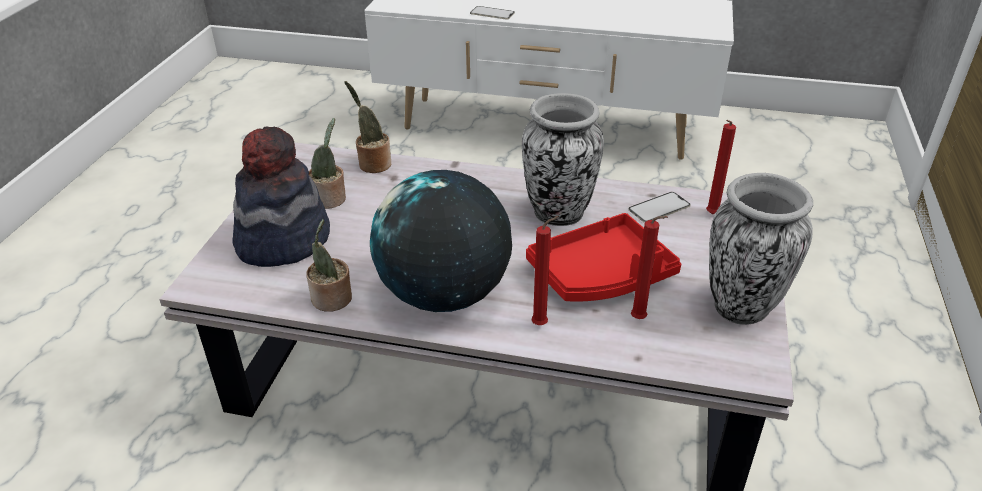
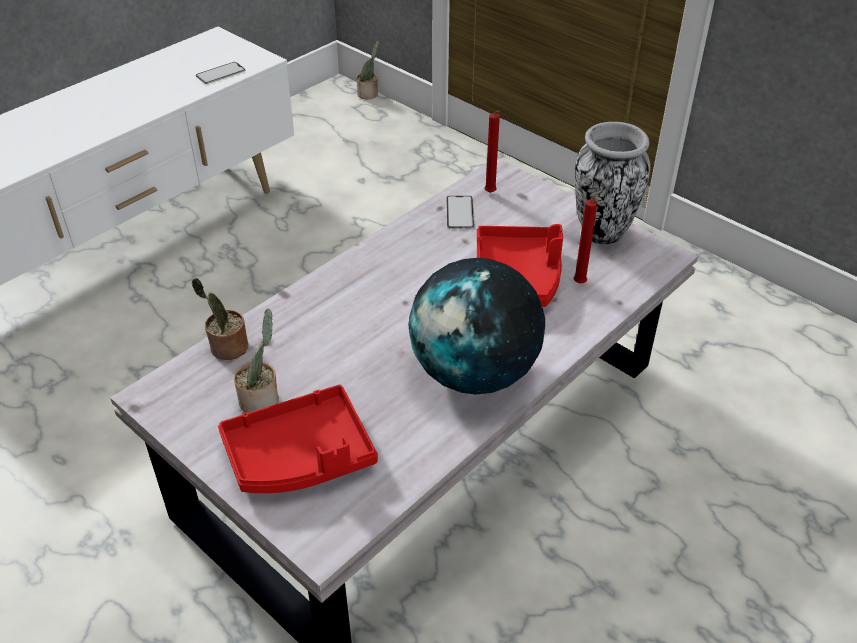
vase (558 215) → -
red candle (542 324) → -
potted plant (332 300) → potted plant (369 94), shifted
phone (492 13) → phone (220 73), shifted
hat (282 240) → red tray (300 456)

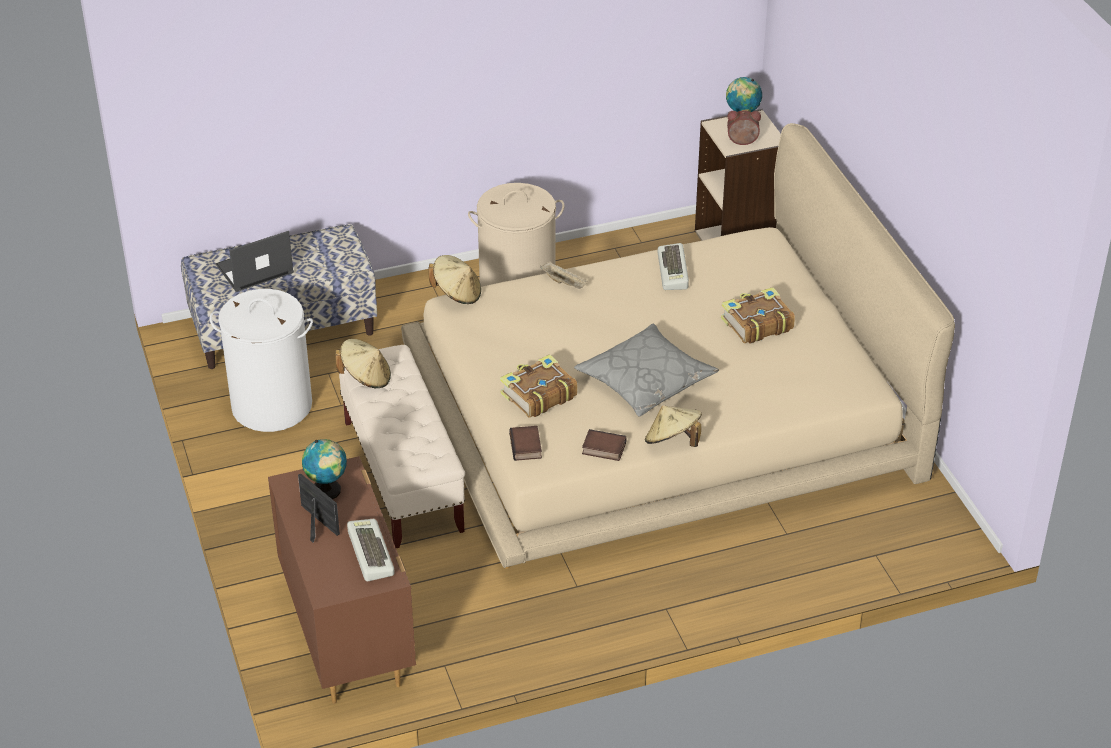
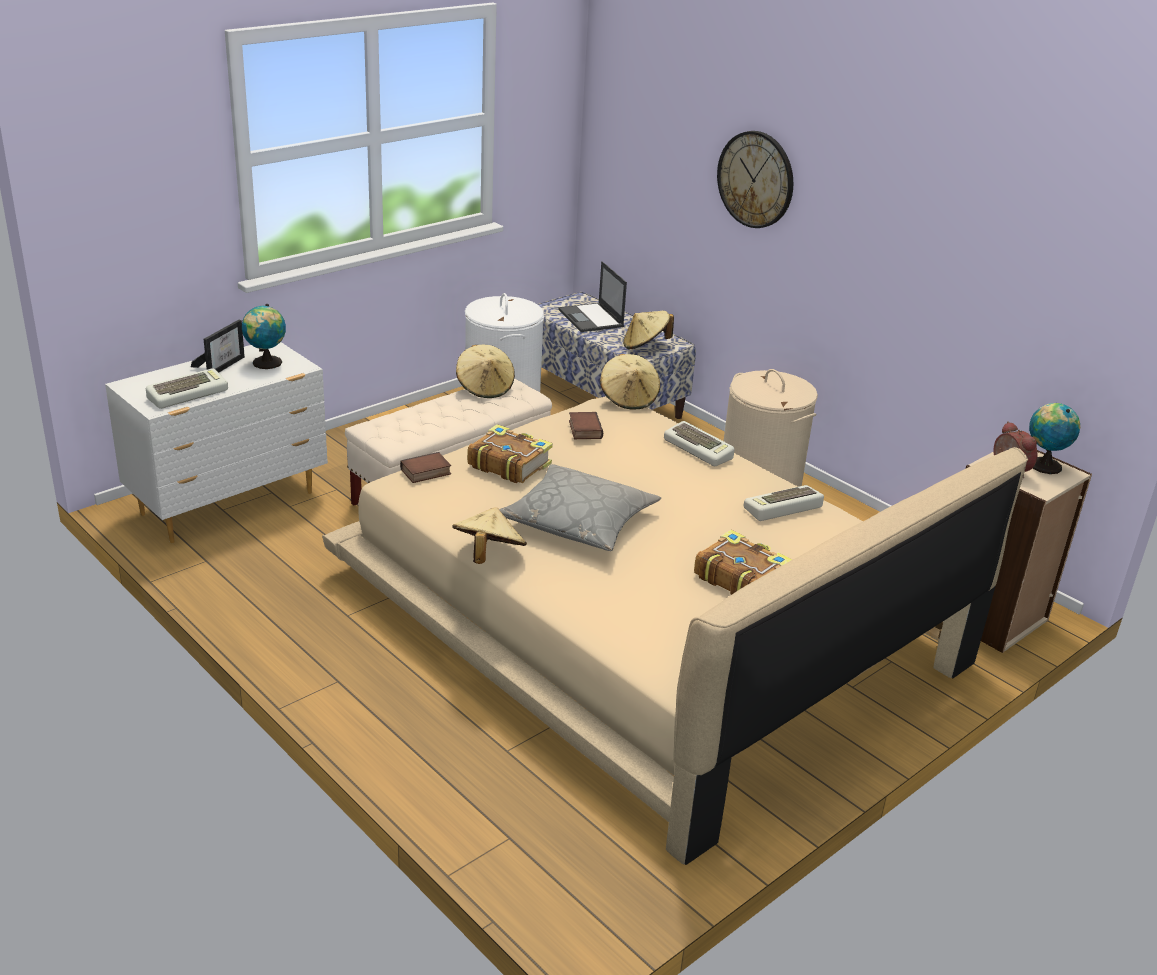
- → beige hat (645 345)
- → wall clock (756 179)
book (603 449) → book (584 429), shifted
beige tray (564 283) → keyboard (699 449)
brown dresser (347 634) → white dresser (230 504)
laptop (254 269) → laptop (591 318), 150 degrees counterclockwise

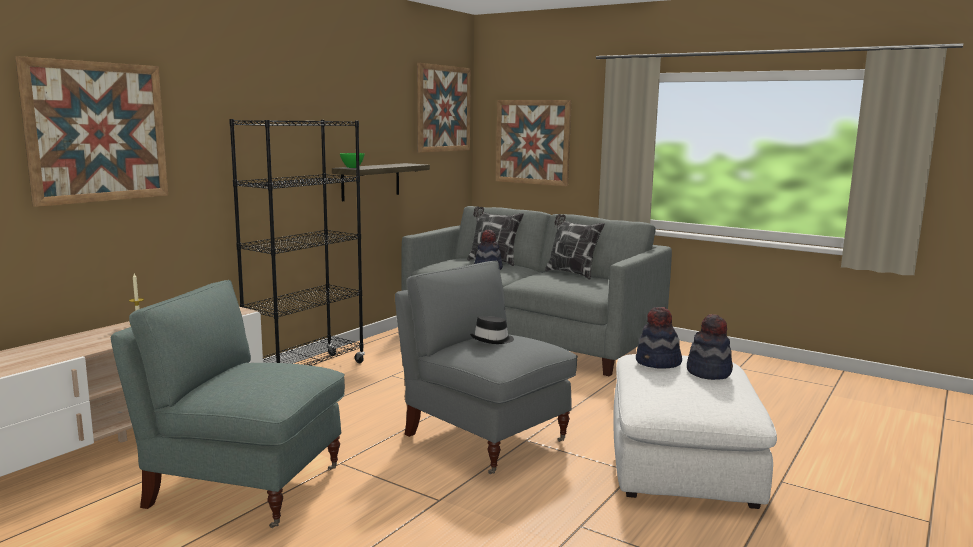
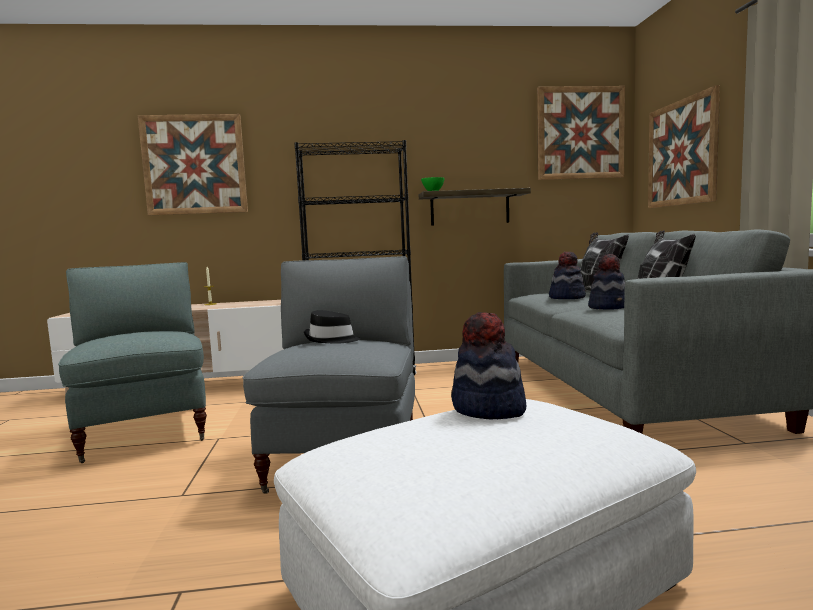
hat (709 372) → hat (609 307), shifted

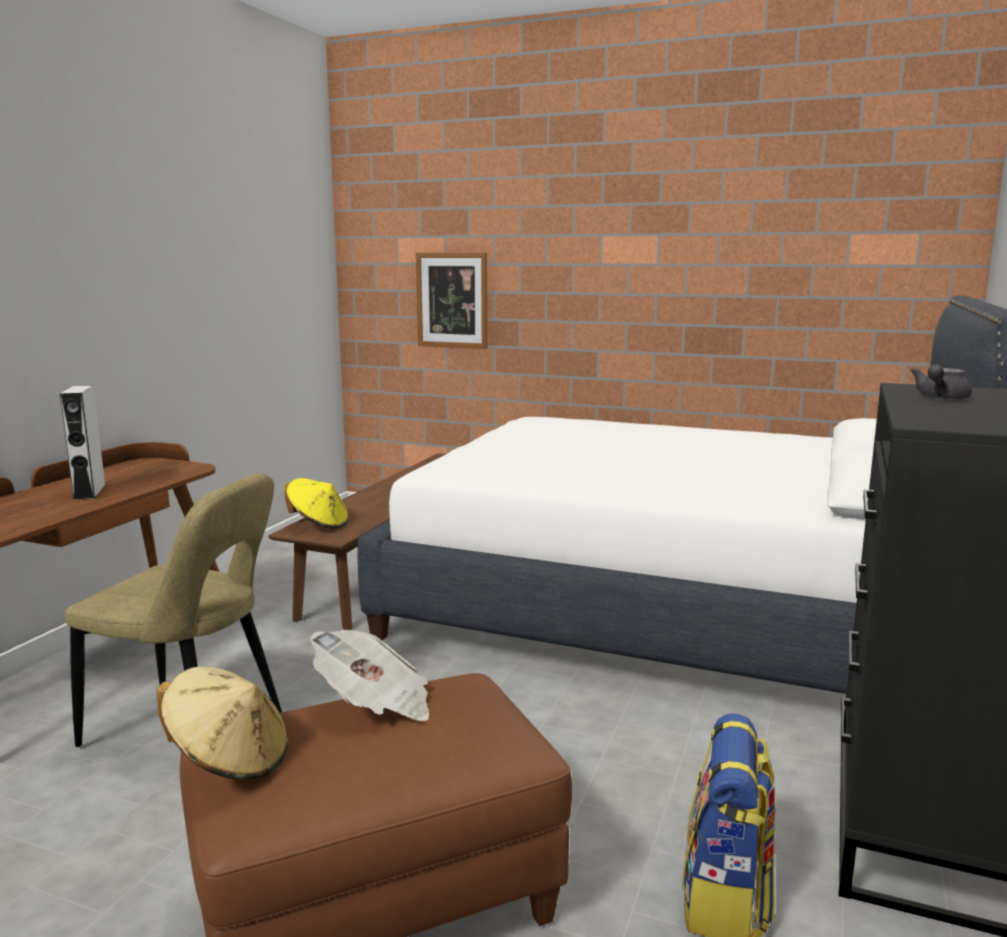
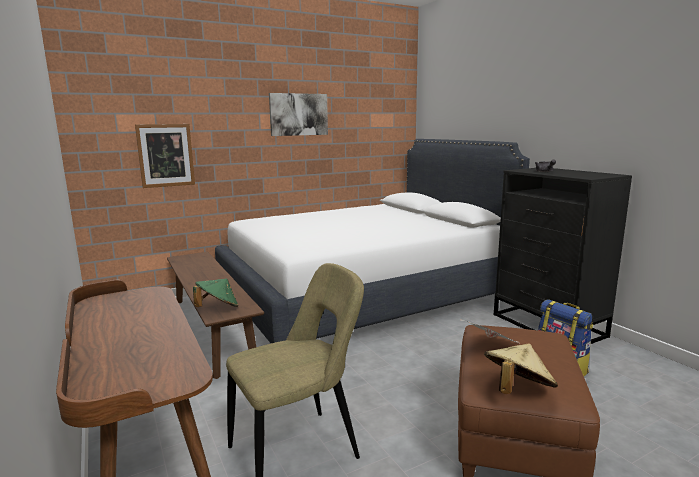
grey speaker (89 492) → -
- → picture (298 114)
yellow hat (318 524) → green hat (218 308)

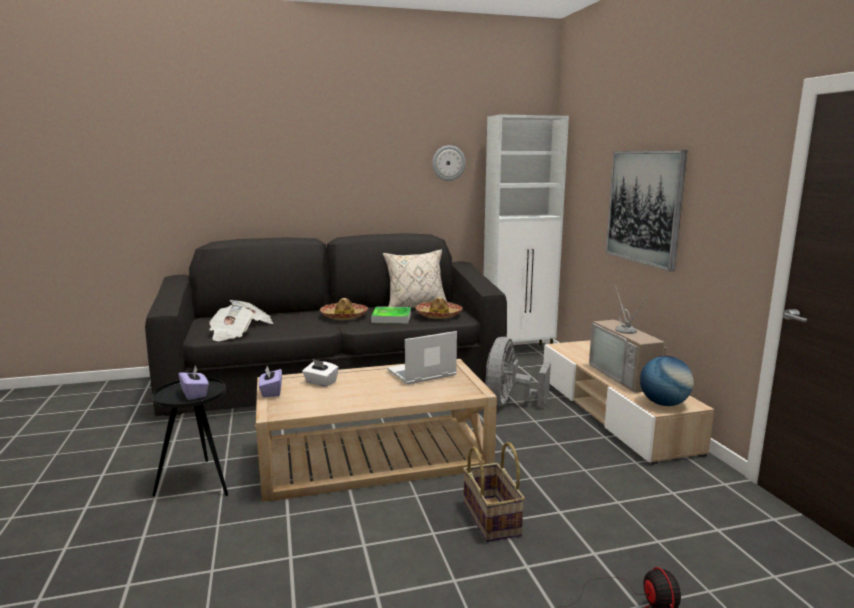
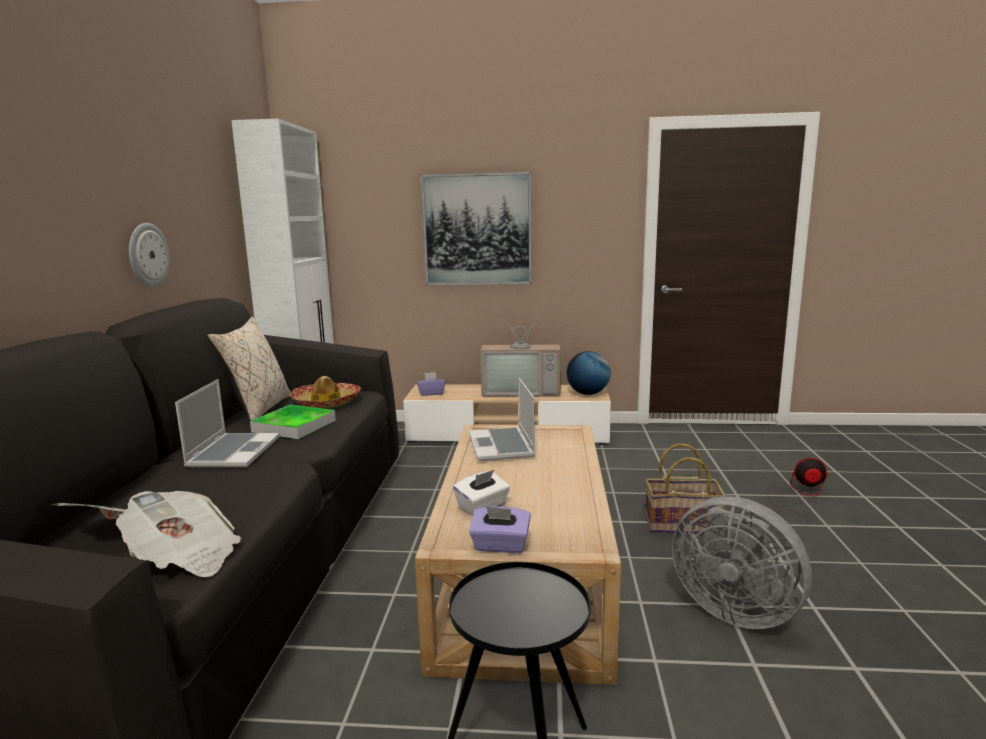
purple tissue box (195 393) → purple tissue box (431 393), shifted
wall clock (448 163) → wall clock (147 255), shifted
grey fan (509 402) → grey fan (734 609), shifted
hat (344 316) → laptop (233 452)

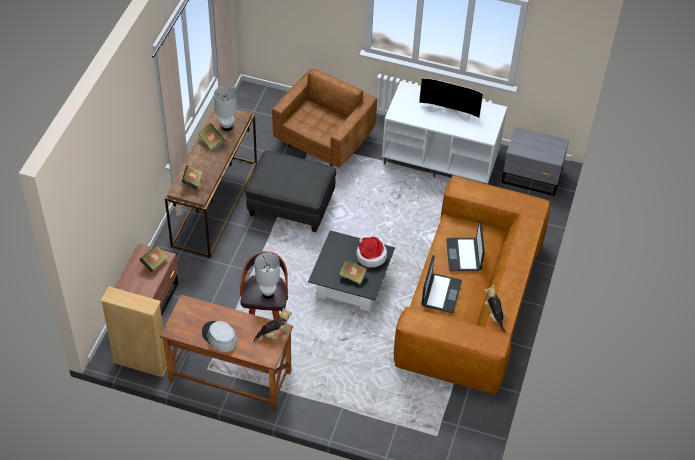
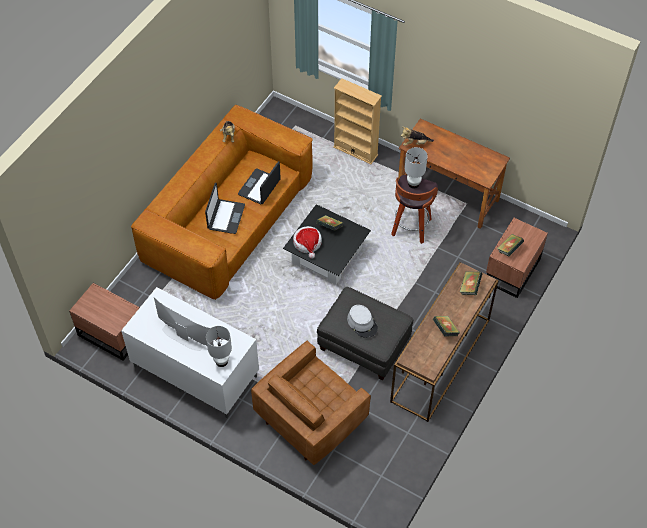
beige bookcase (141 363) → beige bookcase (355 151), shifted
grey hat (219 337) → grey hat (362 323), shifted
white table lamp (227 127) → white table lamp (222 361), shifted
grey nightstand (532 178) → brown nightstand (111 333)

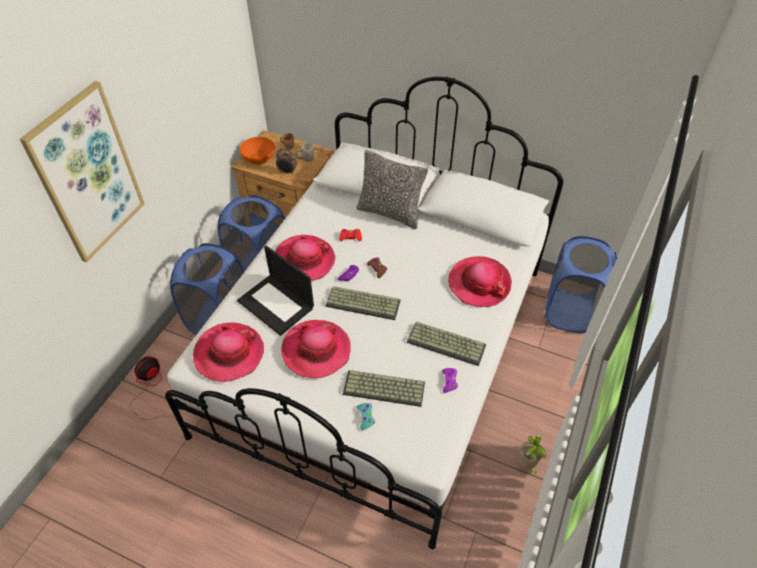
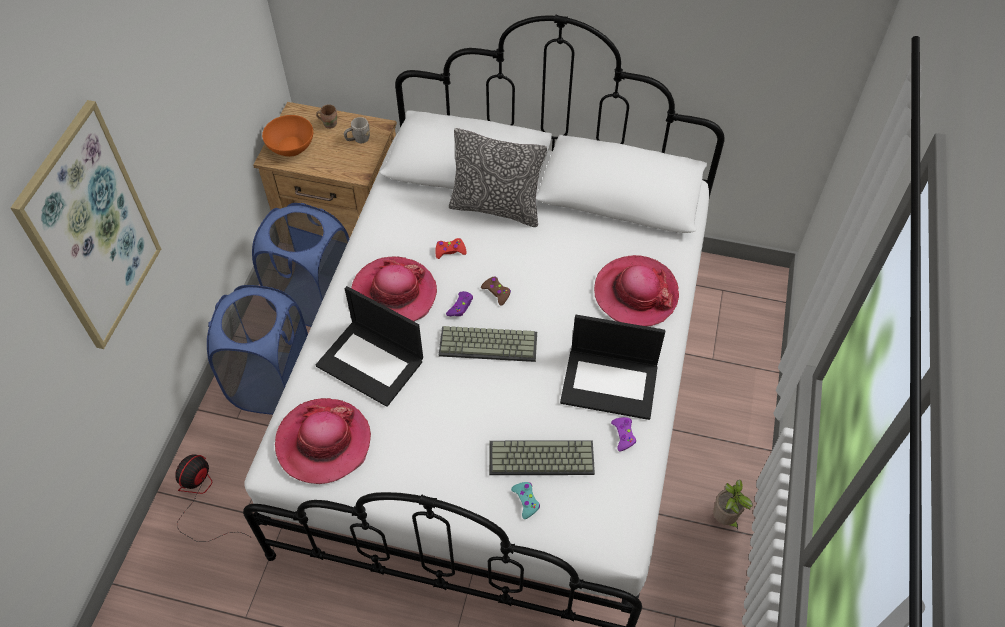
alarm clock (287 172) → -
hat (316 350) → -
blue laundry basket (569 311) → -
keyboard (447 343) → laptop (610 383)

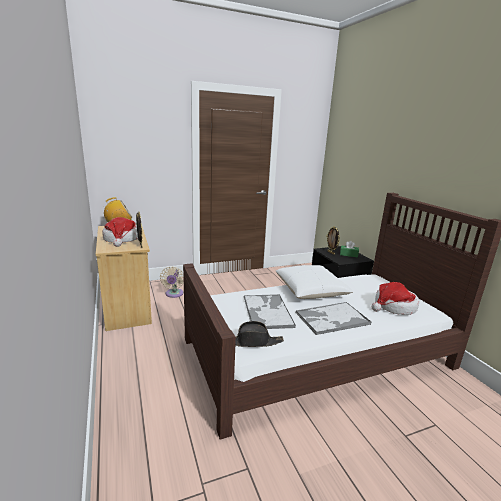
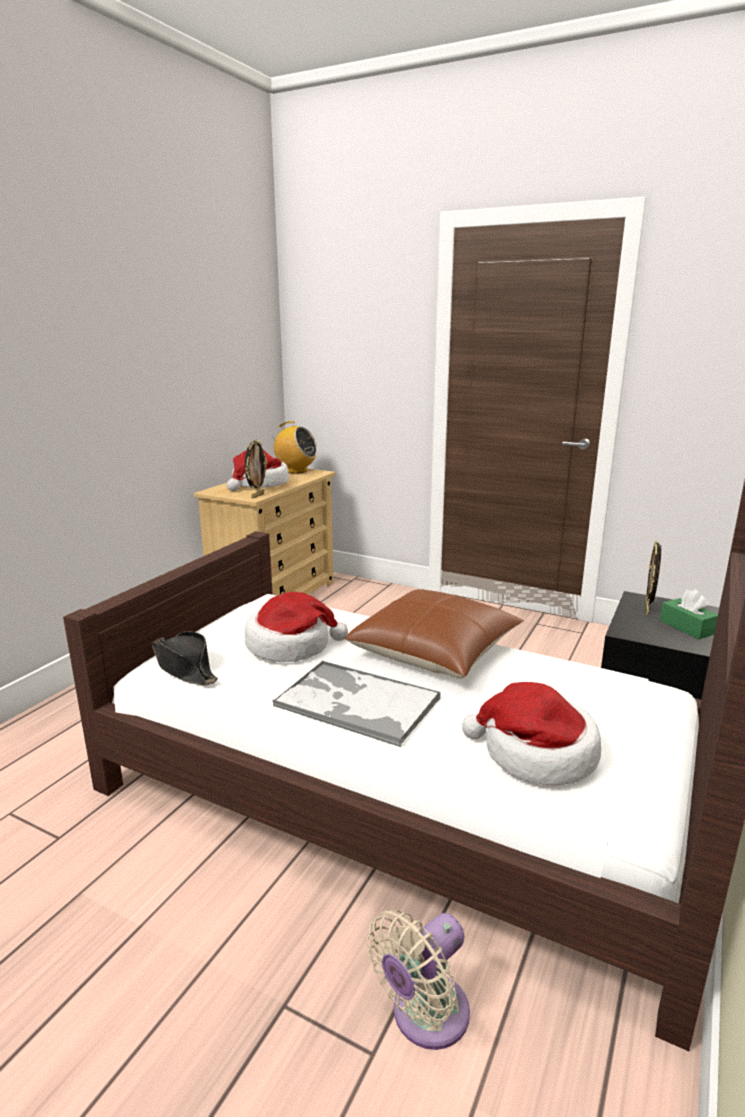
beige fan (174 294) → beige fan (424 1016), shifted
tray (267 311) → hat (291 645)
white pillow (310 290) → brown pillow (435 650)

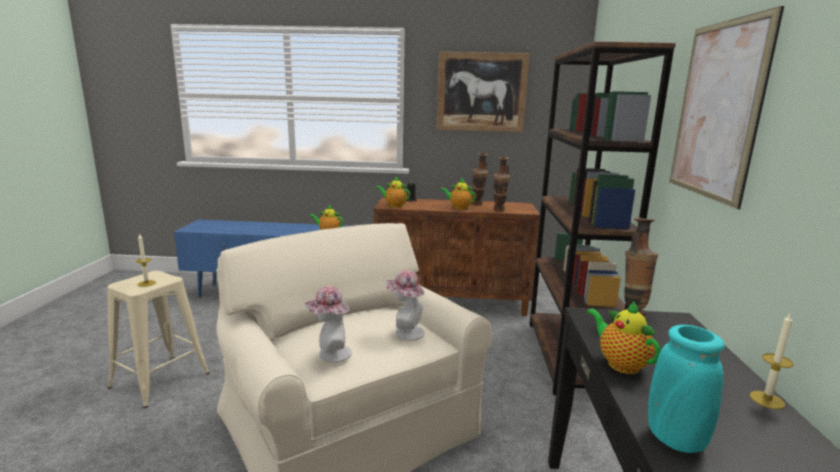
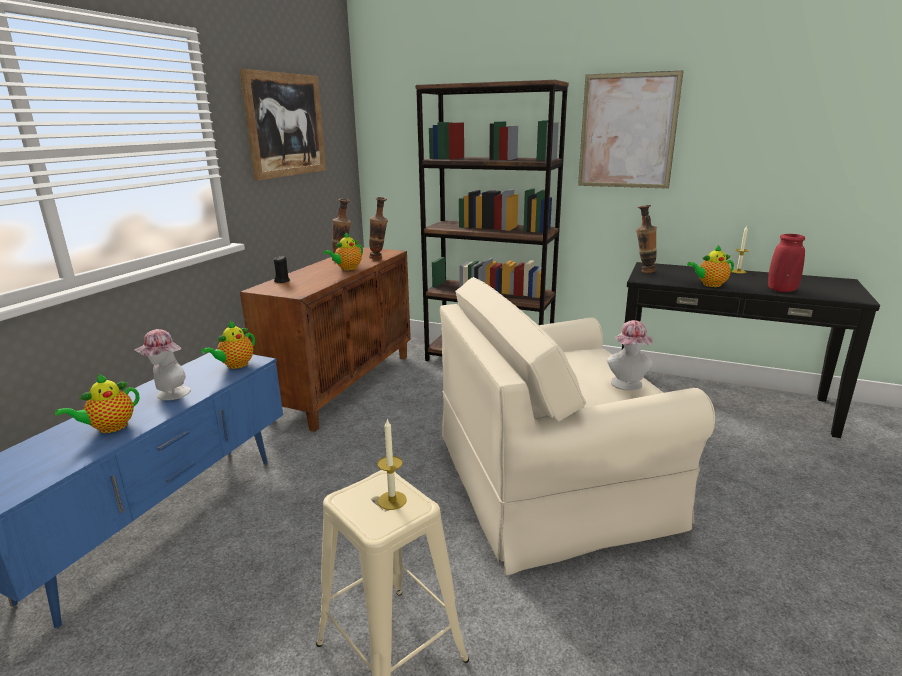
teapot (394 205) → teapot (109 428), shifted
hat (405 332) → hat (169 395), shifted
turquoise vase (675 439) → red vase (781 290)

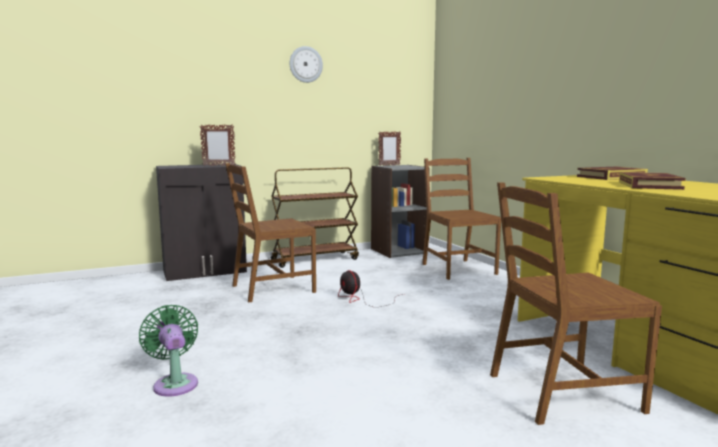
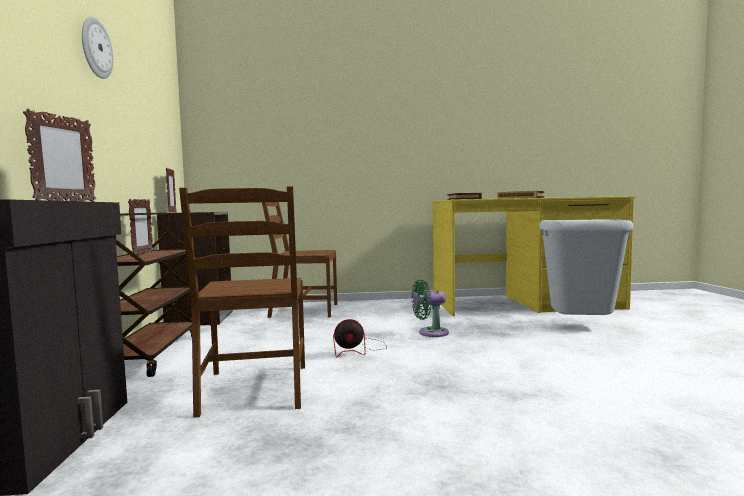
- → picture frame (142 254)
green fan (175 383) → green fan (430 333), shifted
brown chair (562 392) → grey trash can (580 327)

